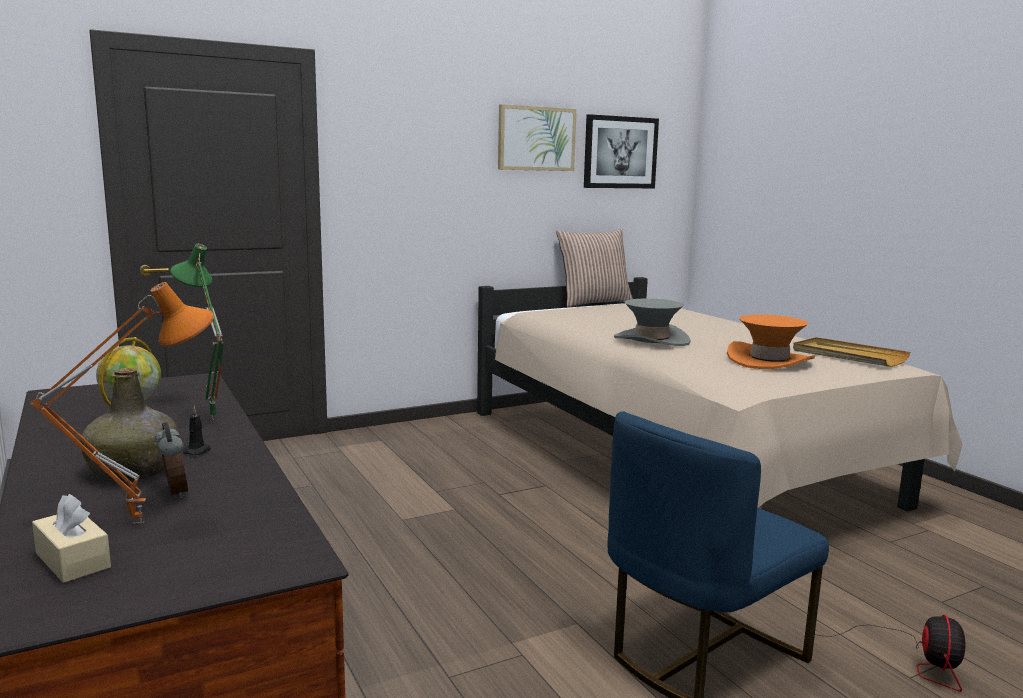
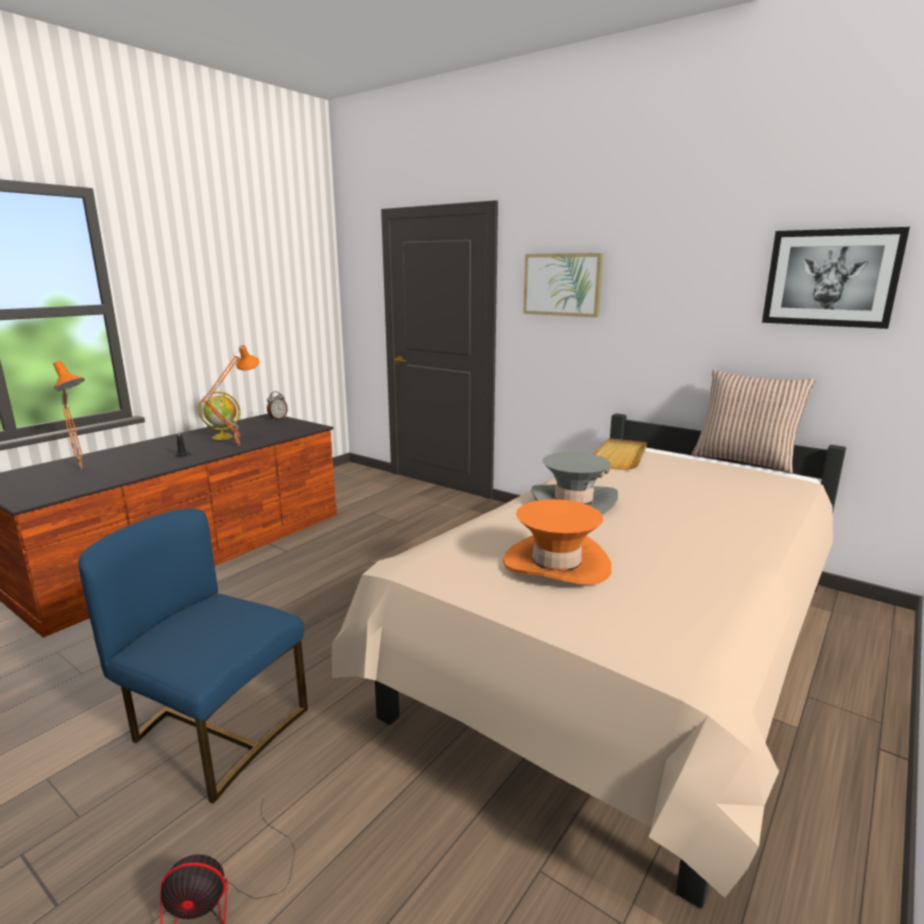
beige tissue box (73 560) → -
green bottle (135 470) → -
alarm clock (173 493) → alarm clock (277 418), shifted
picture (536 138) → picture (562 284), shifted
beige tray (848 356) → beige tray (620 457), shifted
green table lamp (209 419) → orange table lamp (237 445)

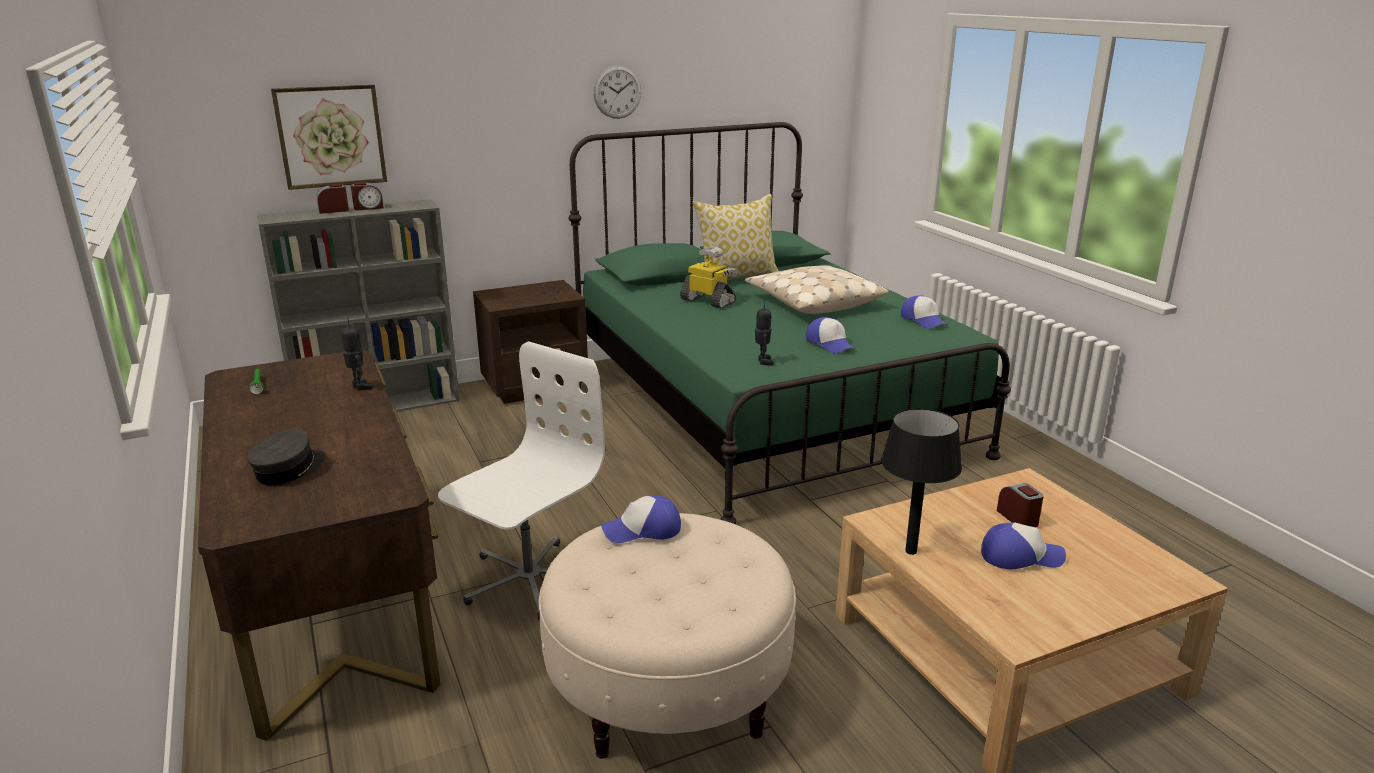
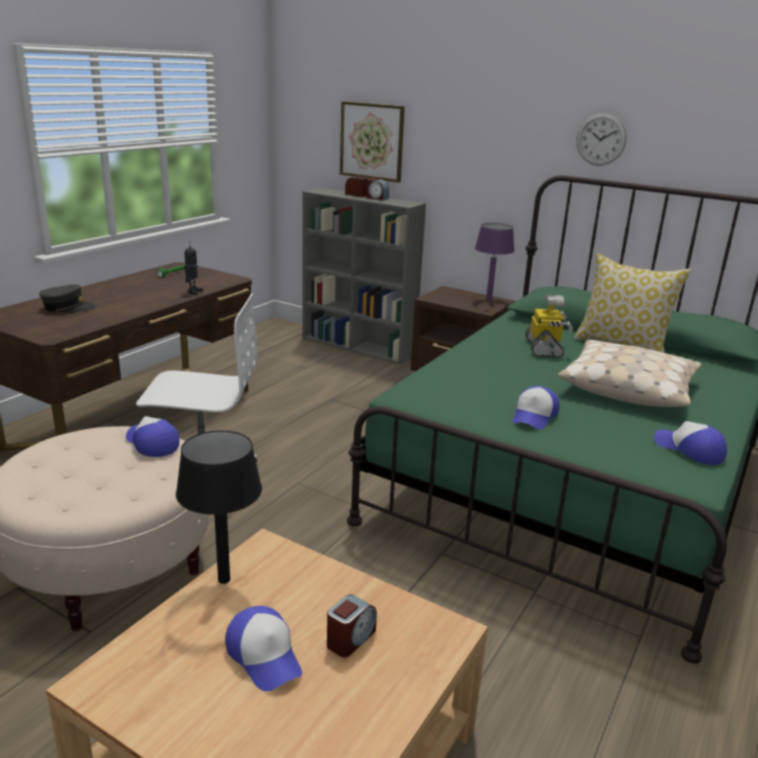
toy robot (763 362) → -
- → purple table lamp (489 299)
cap (923 320) → cap (689 450), 105 degrees clockwise

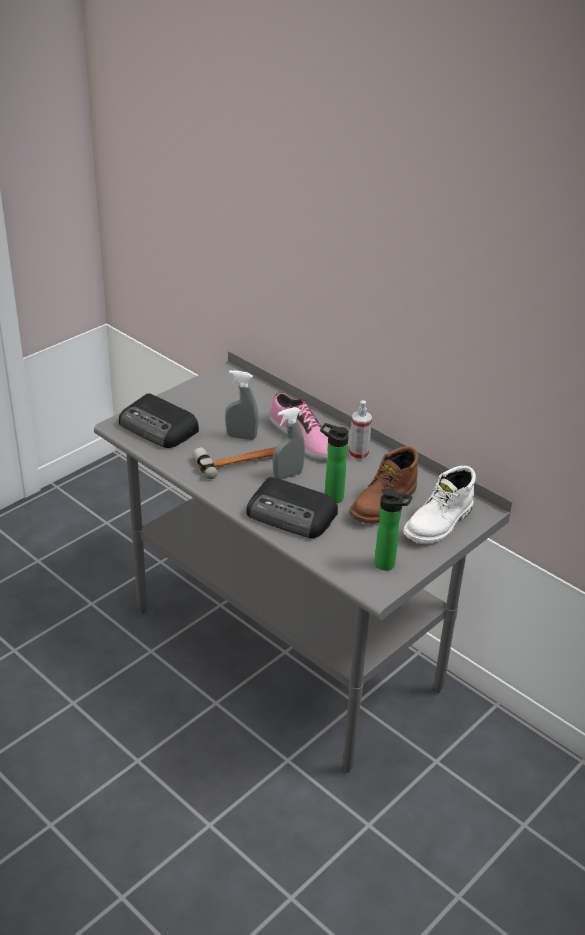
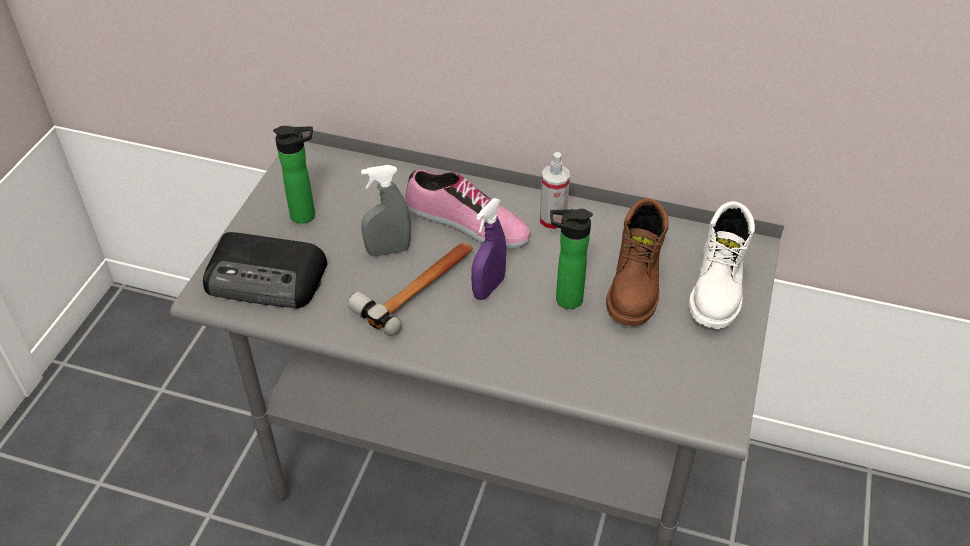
radio (292 515) → -
bottle (388 565) → bottle (307 215), shifted
grey spray bottle (287 475) → purple spray bottle (488 288)

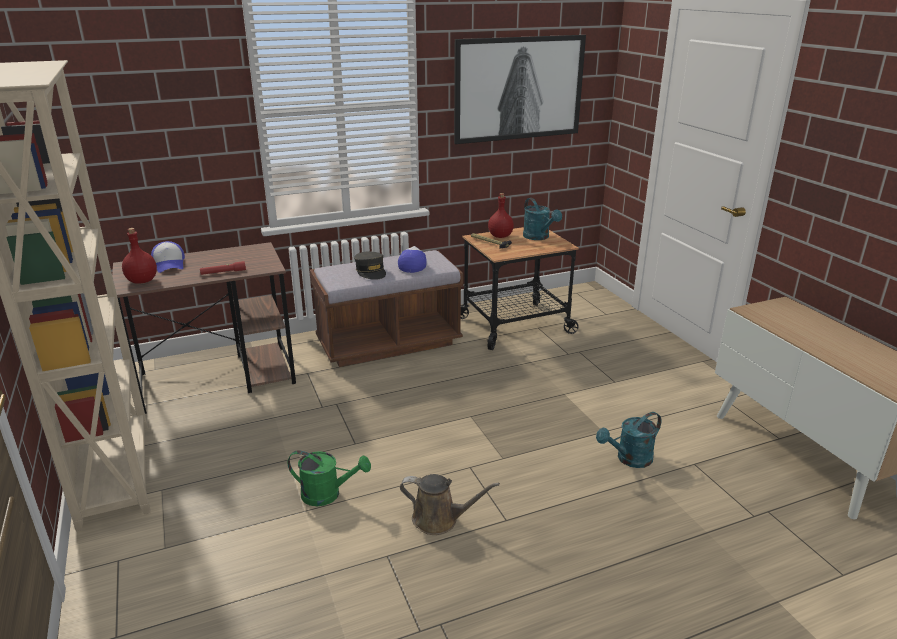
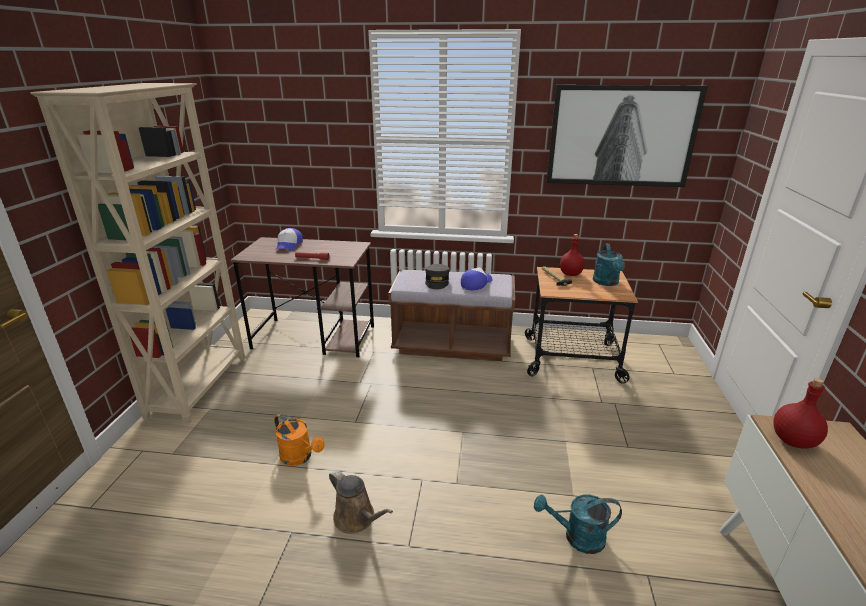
red bottle (142 281) → red bottle (793 441), shifted
green watering can (328 494) → orange watering can (300 457)

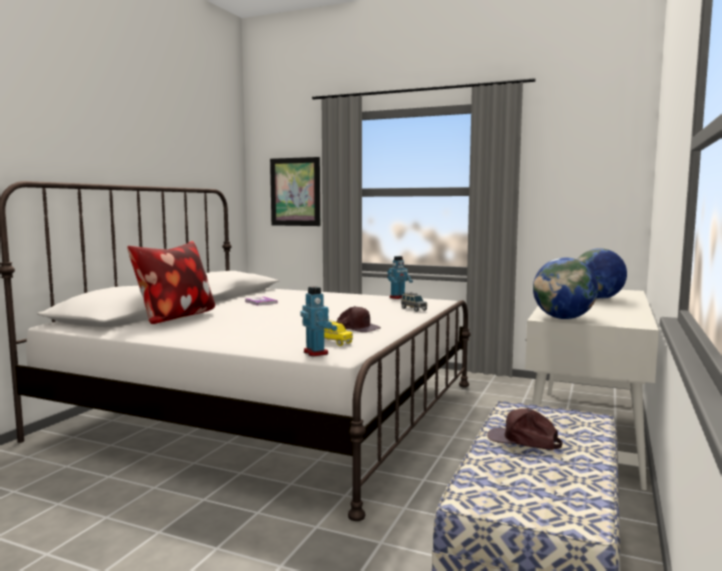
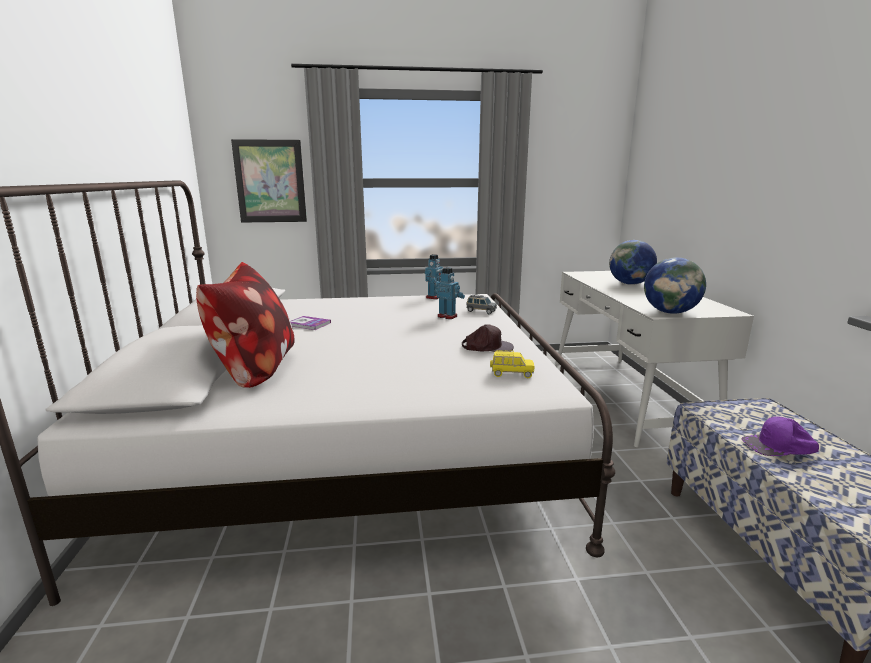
toy robot (316 353) → toy robot (447 316), shifted
brown cap (523 441) → purple cap (779 447)

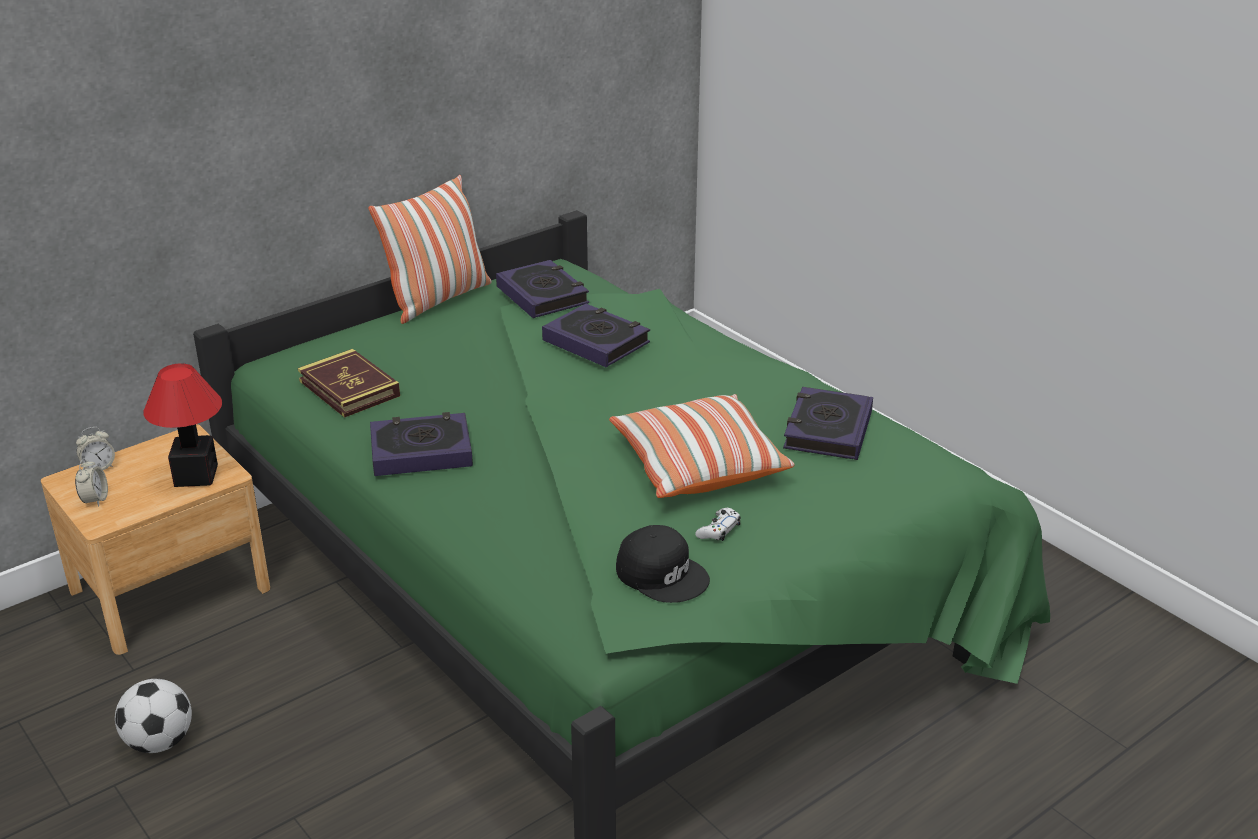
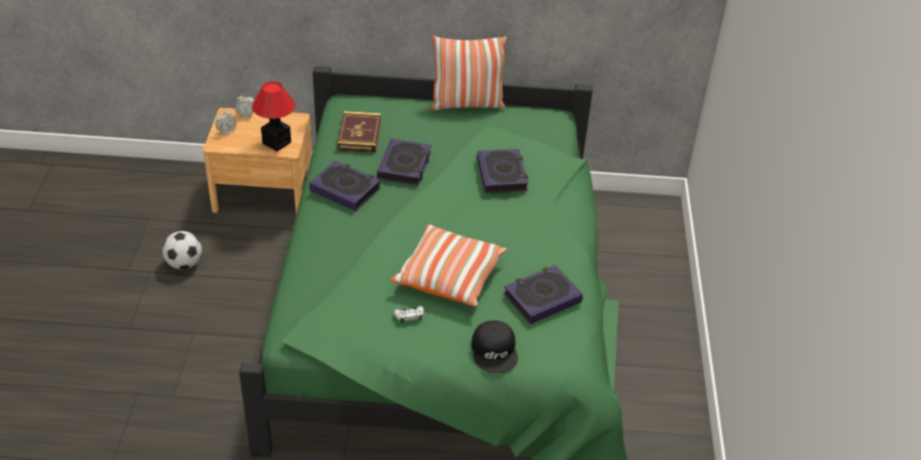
book (542 295) → book (404 166), shifted
black cap (662 573) → black cap (495 351), shifted

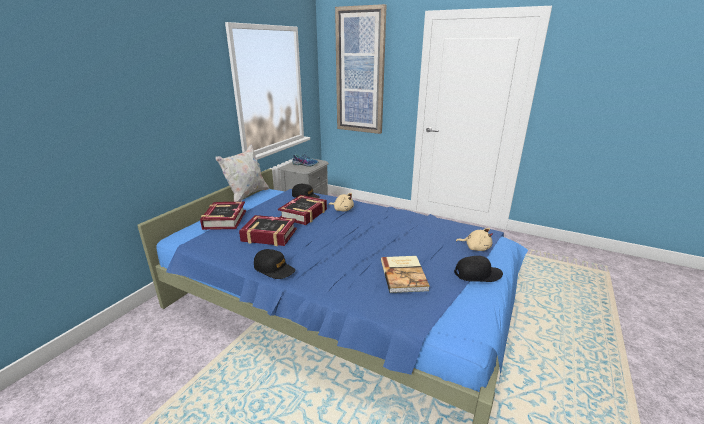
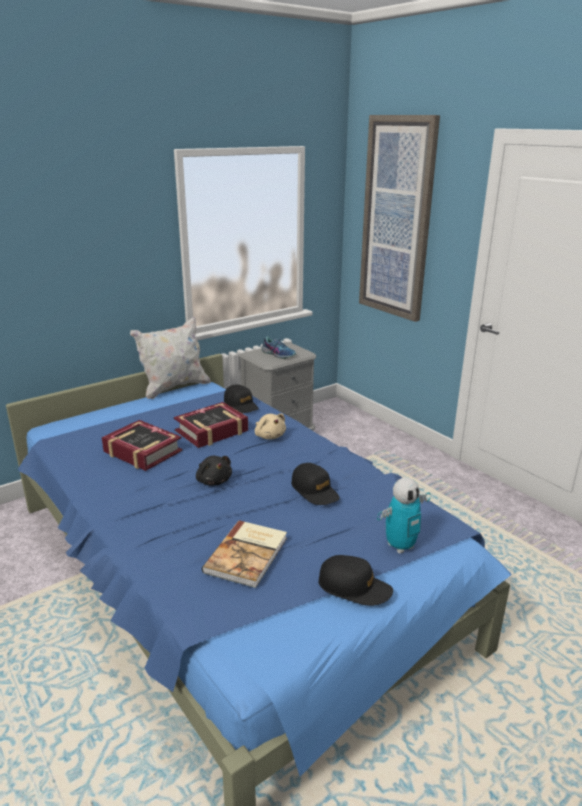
book (224 220) → -
- → black plush toy (213 481)
black cap (274 269) → black cap (315 491), shifted
beige plush toy (475 248) → toy robot (400 546)

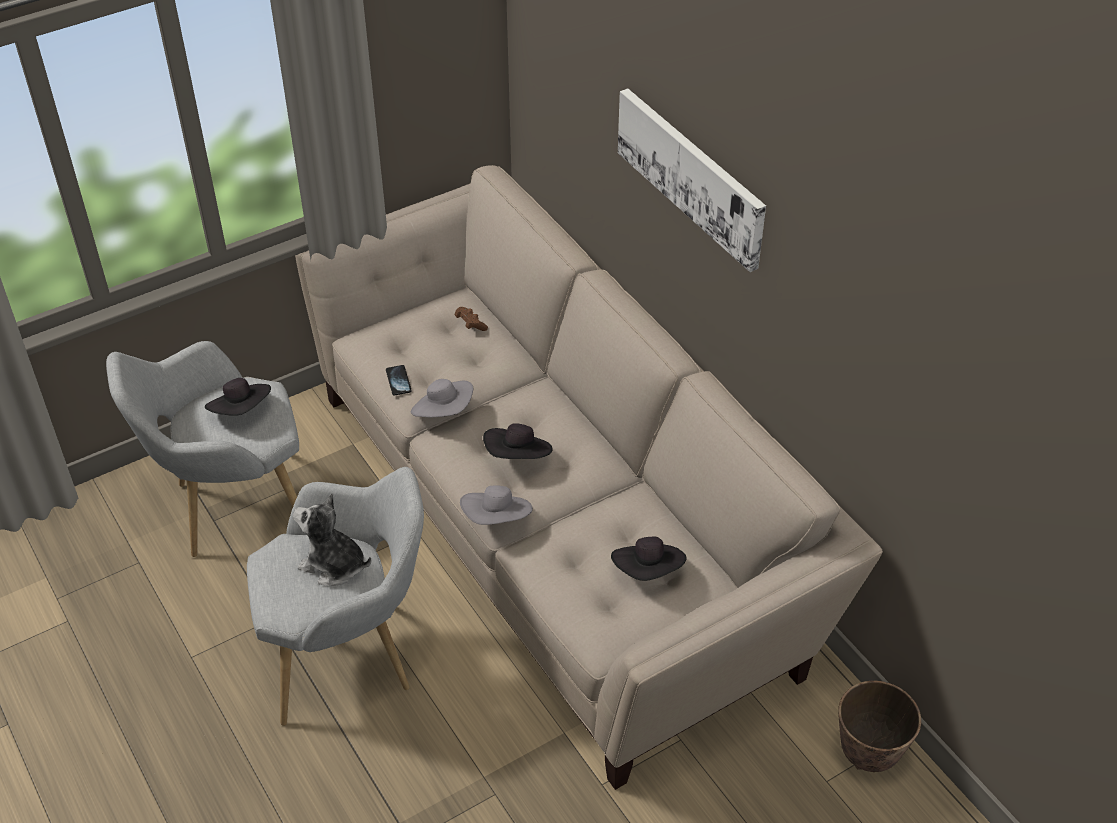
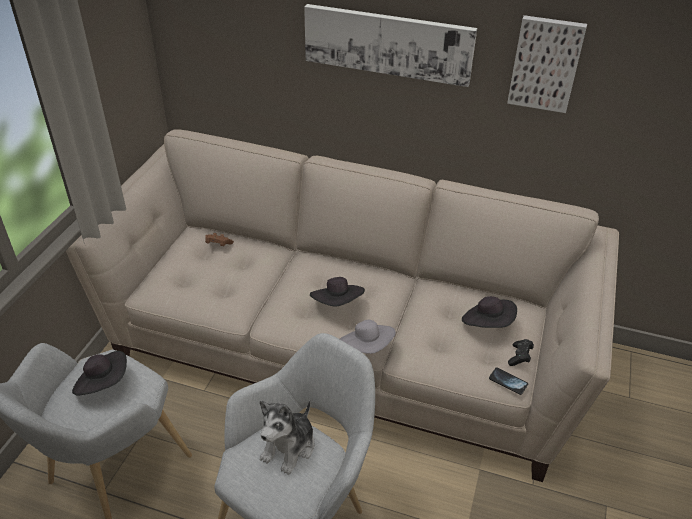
grey hat (444 412) → -
planter (868 754) → -
- → picture (545 63)
- → black game controller (519 357)
phone (398 381) → phone (508 381), shifted
plush toy (333 565) → plush toy (289 447), 45 degrees counterclockwise

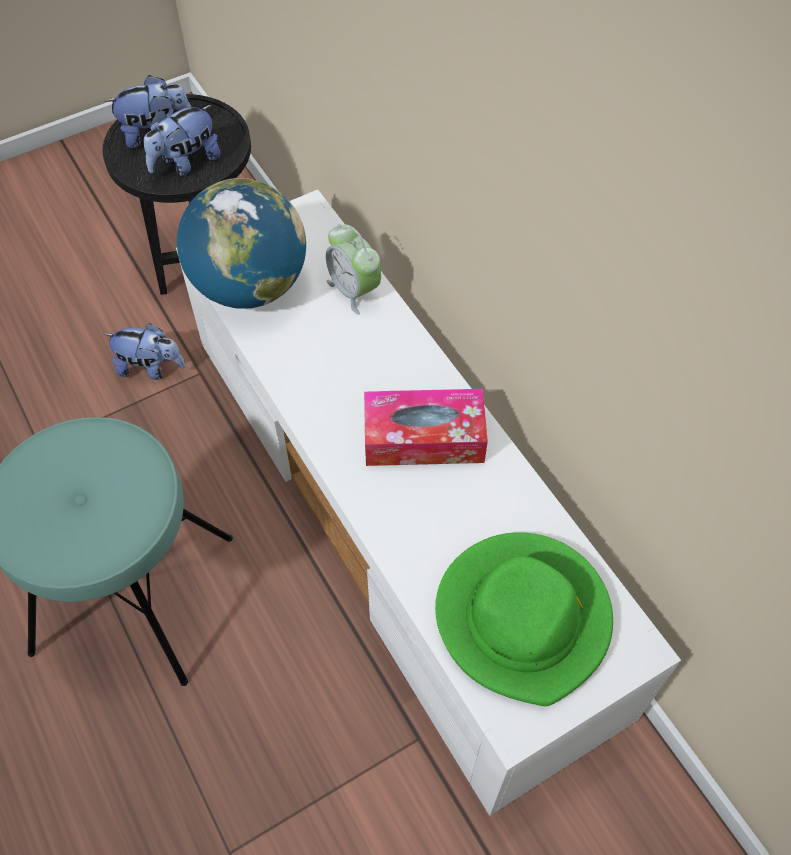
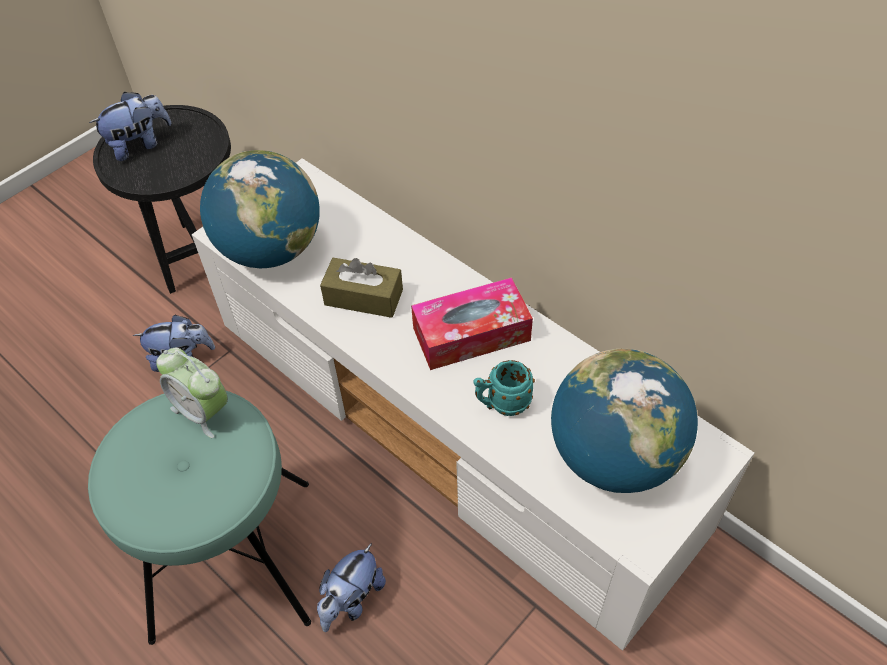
- → brown tissue box (363 297)
- → turquoise mug (502 404)
plush toy (186 163) → plush toy (351 599), shifted
alarm clock (354 290) → alarm clock (203 411), shifted
green hat (524 617) → globe (613 456)

